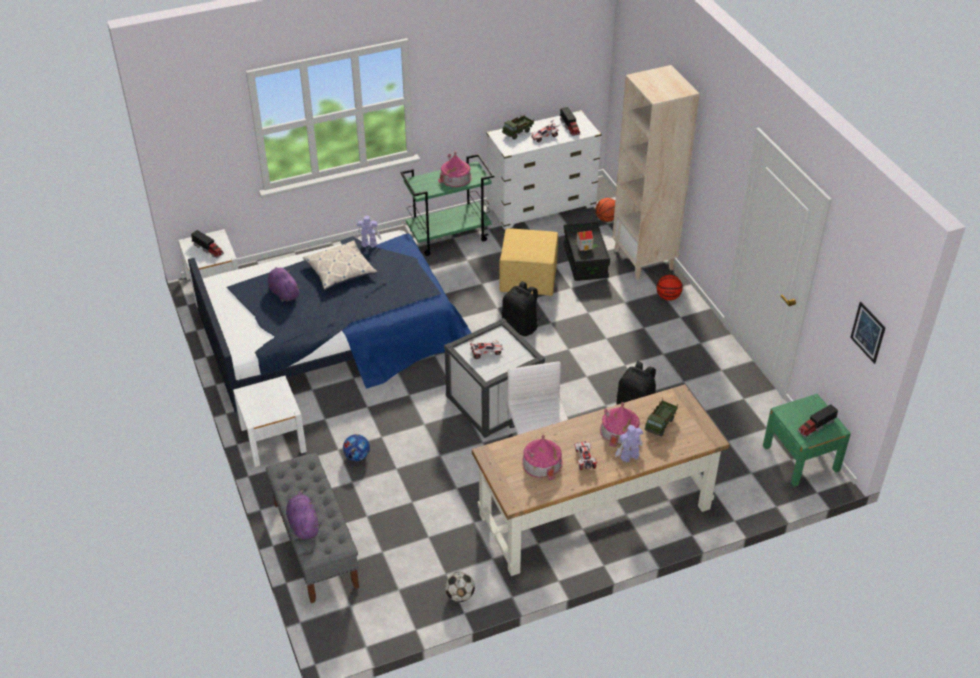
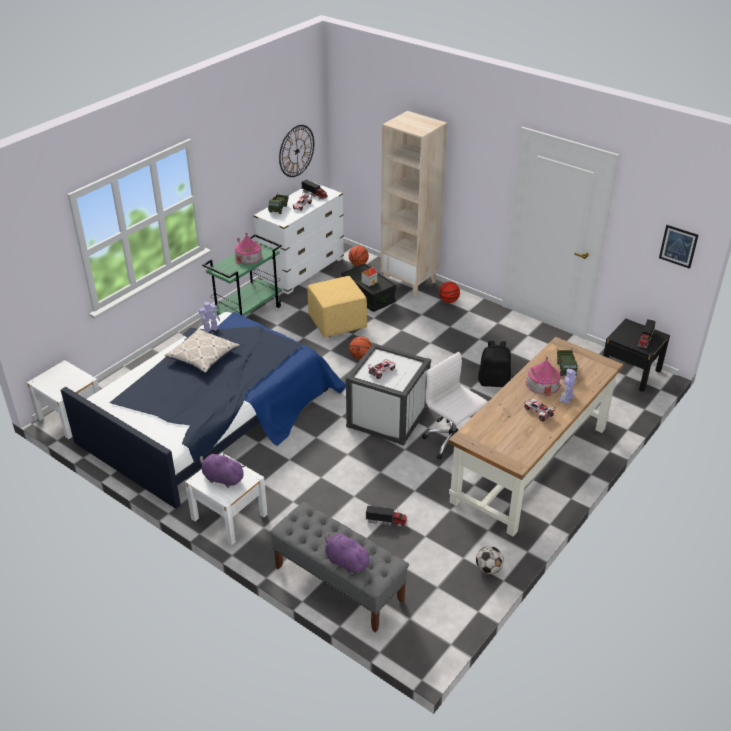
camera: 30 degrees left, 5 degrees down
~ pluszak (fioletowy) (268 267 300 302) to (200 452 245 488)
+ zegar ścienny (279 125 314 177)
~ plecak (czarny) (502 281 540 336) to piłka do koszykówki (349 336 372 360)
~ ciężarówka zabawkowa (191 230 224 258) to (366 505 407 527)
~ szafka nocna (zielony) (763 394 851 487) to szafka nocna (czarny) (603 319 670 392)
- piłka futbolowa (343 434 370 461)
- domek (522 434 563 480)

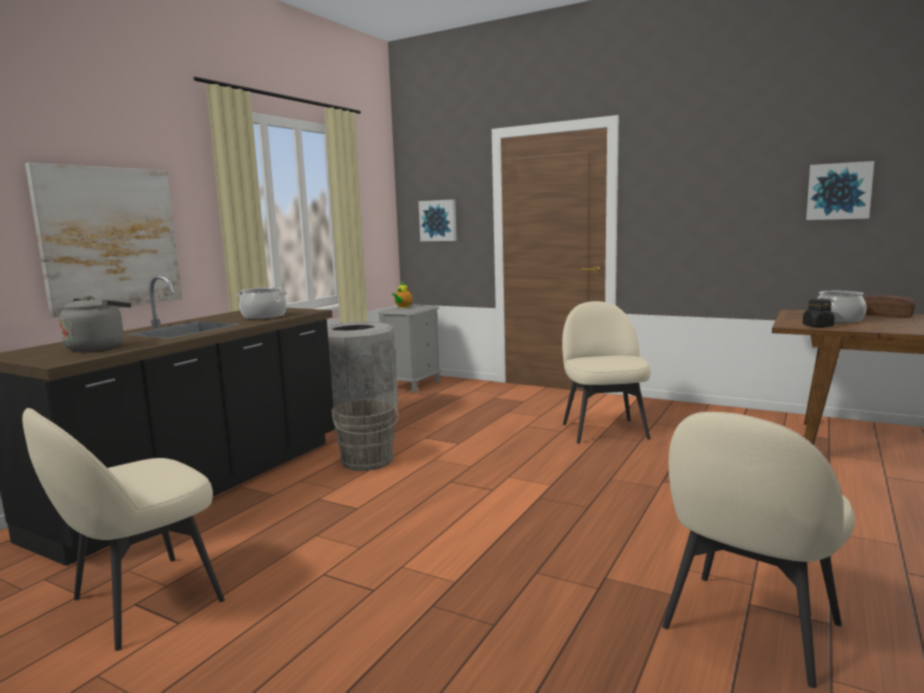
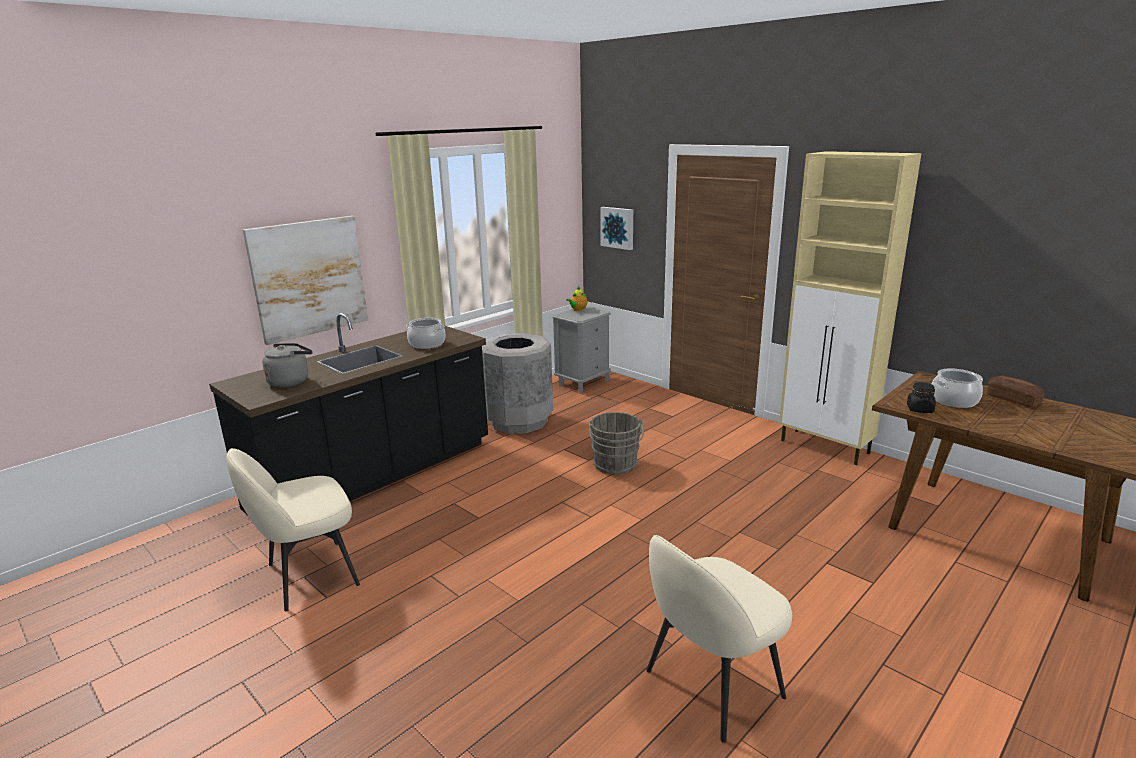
camera: 15 degrees right, 10 degrees up
~ wiadro (szary) (331 399 399 471) to (589 412 644 475)
+ szafka (beżowy) (779 151 922 465)
- krzesło (beżowy) (562 301 651 444)
- obraz (806 161 874 220)

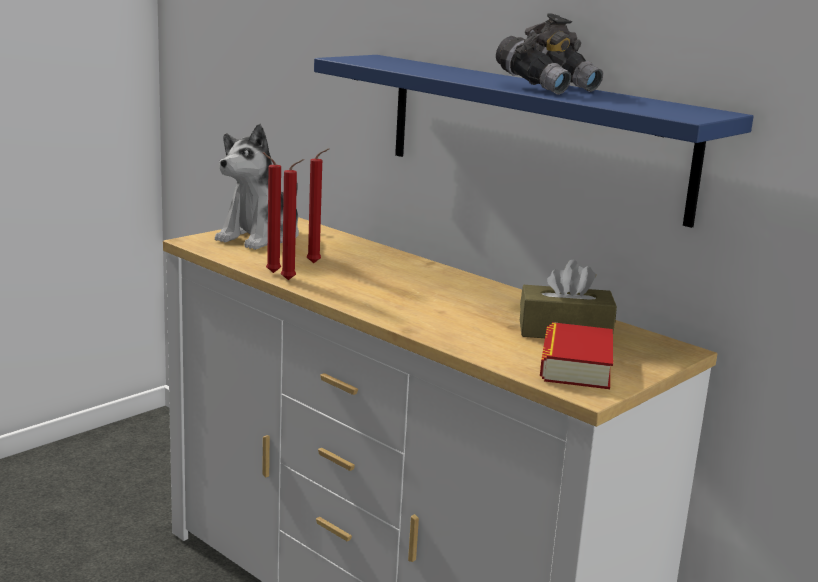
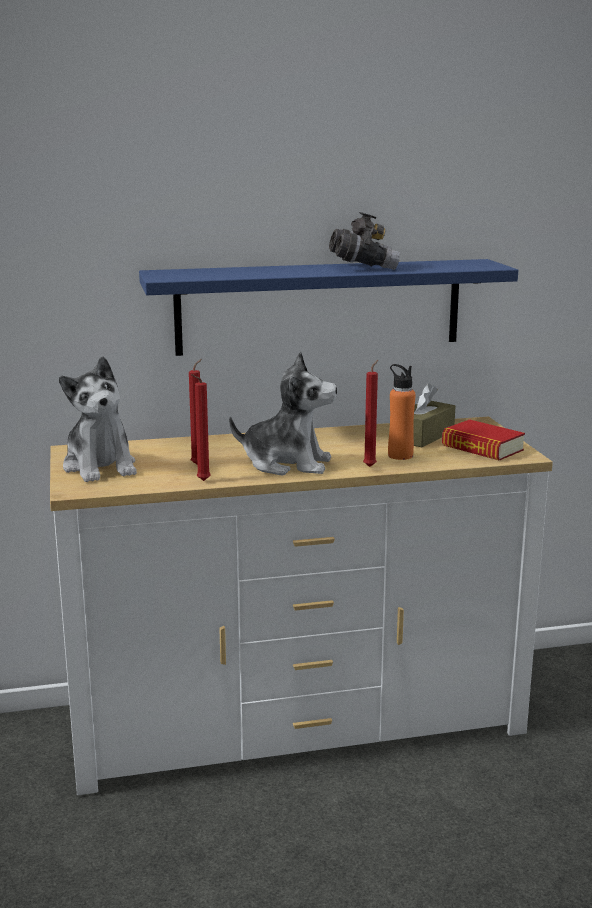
camera: 55 degrees left, 0 degrees up
+ pluszak (229 351 337 475)
~ świeca (czerwony) (281 159 304 280) to (363 360 378 467)
+ butelka (pomarańczowy) (388 364 416 460)

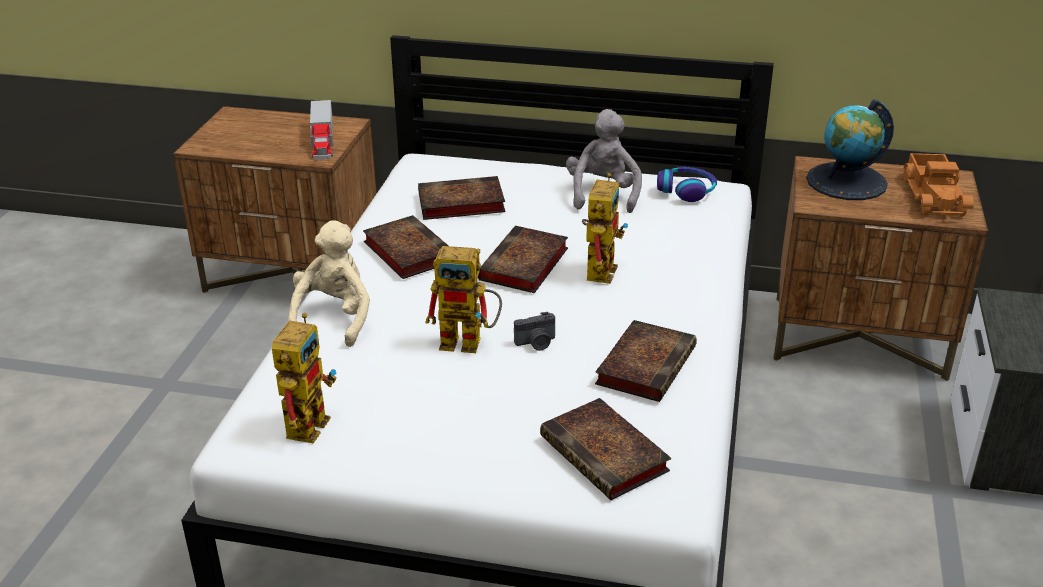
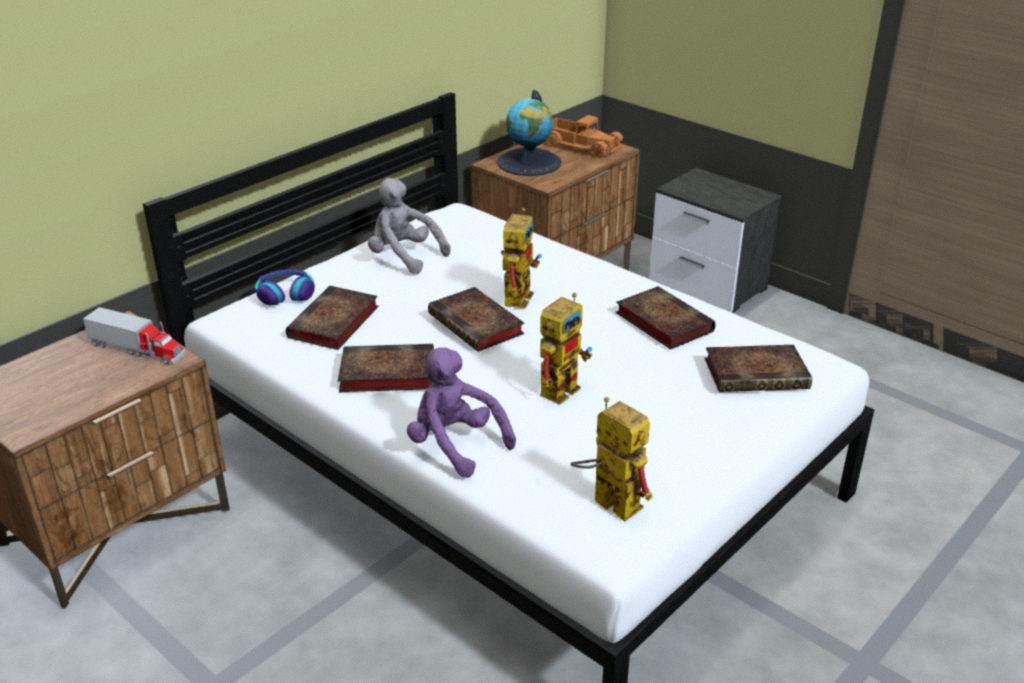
camera: 60 degrees left, 0 degrees up
~ słuchawki (657 167 717 202) to (255 269 315 305)
~ pluszak (beżowy) (287 220 370 347) to pluszak (fioletowy) (407 347 516 478)
~ robot zabawkowy (582 173 628 284) = (501 208 542 309) 60 degrees clockwise
- aparat fotograficzny (514 312 555 351)

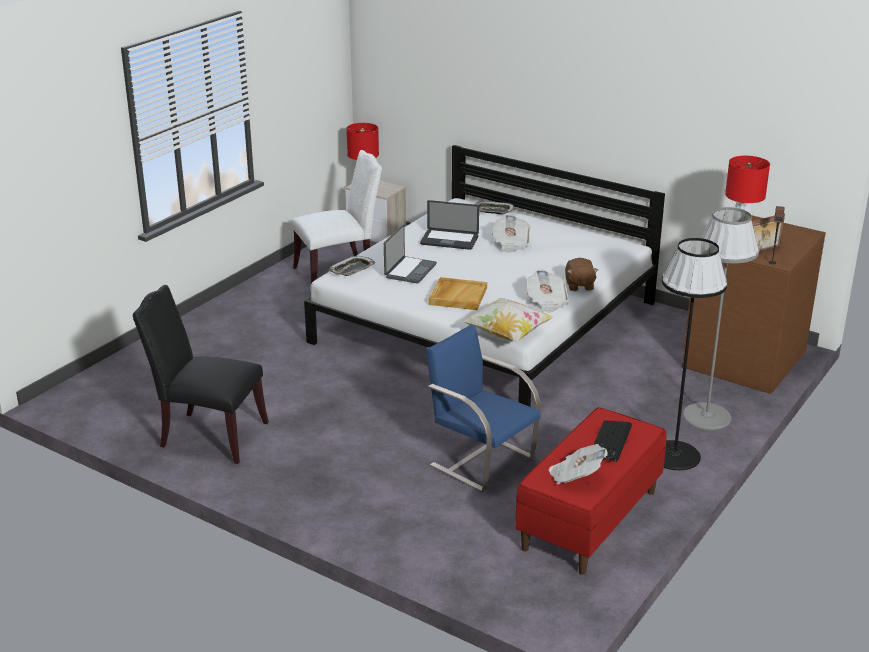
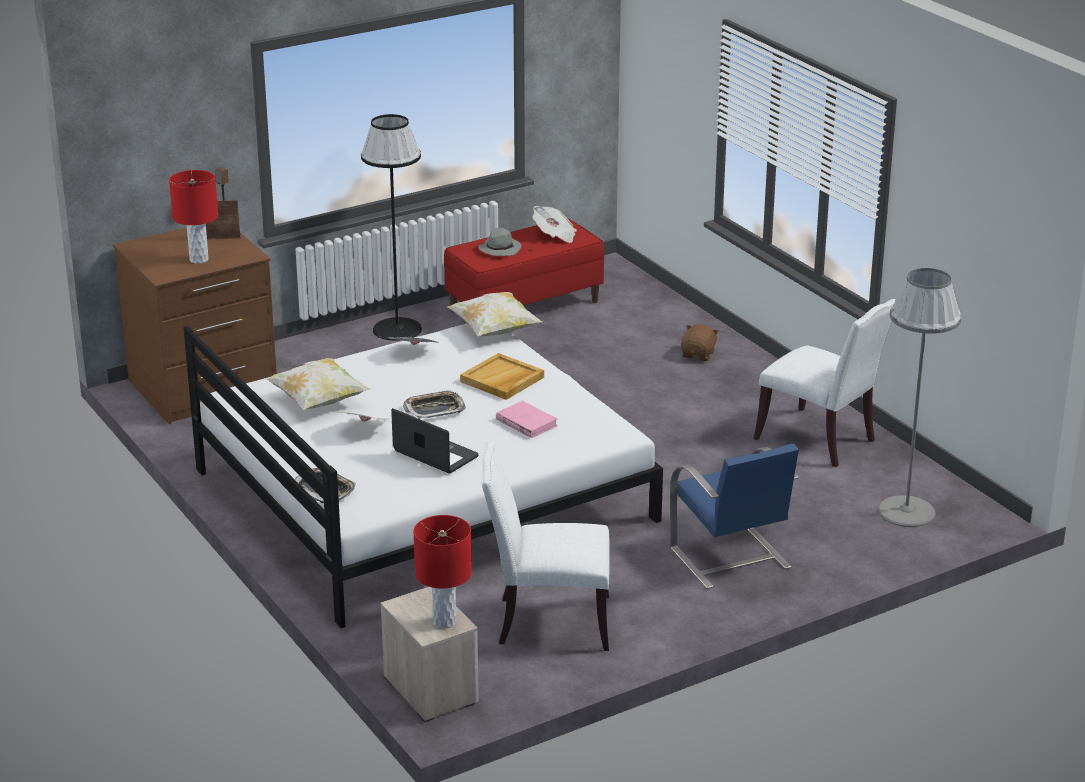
camera: 155 degrees left, 0 degrees up
+ poduszka (266 358 370 410)
~ taca (329 256 375 276) to (403 390 466 419)
~ klawiatura (593 420 632 462) to kapelusz (szary) (478 228 522 256)
~ laptop (384 225 437 284) to książka (różowy) (496 401 558 438)
~ krzesło (niebieski) (426 325 541 492) to (670 444 799 589)
~ pluszak (brązowy) (565 258 598 291) to (681 324 719 361)
~ krzesło (czarny) (133 285 269 464) to krzesło (biały) (753 299 896 467)
~ lampa stojąca (szary) (682 207 759 430) to (878 268 962 527)

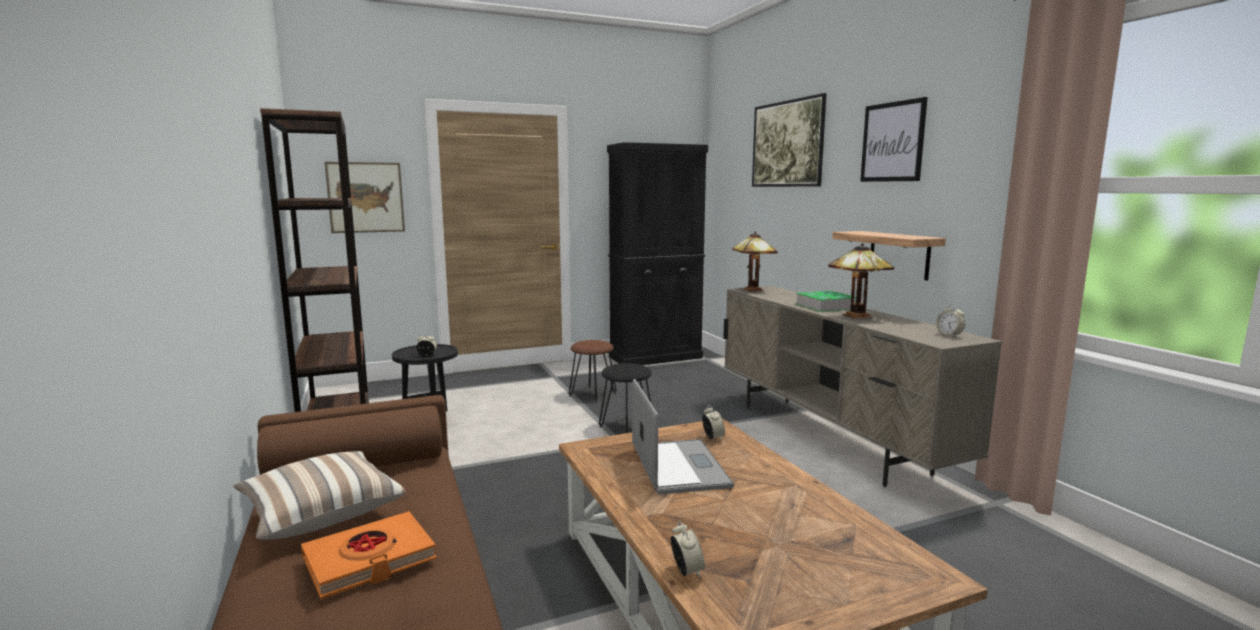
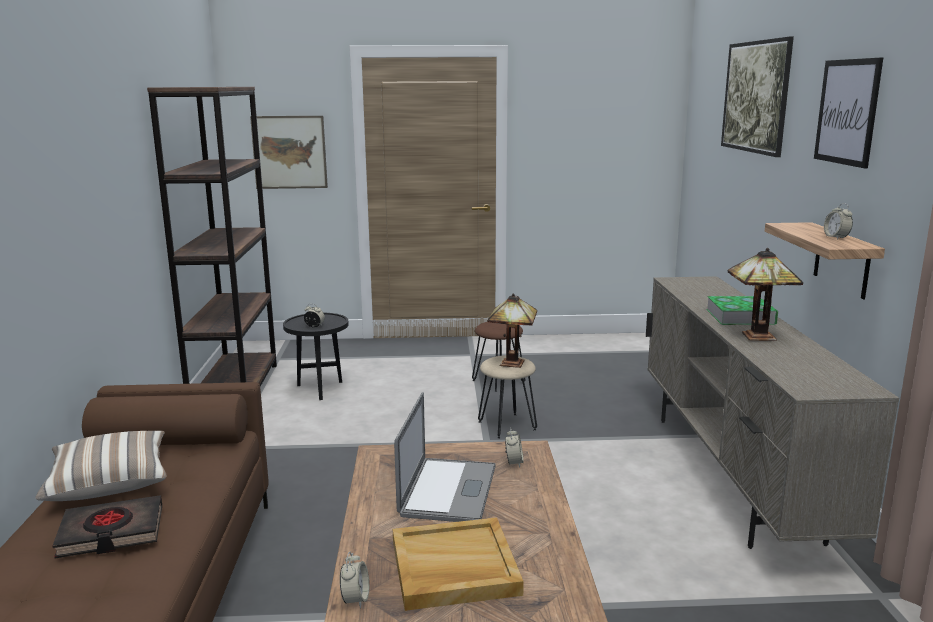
camera: 20 degrees right, 5 degrees up
~ książka (pomarańczowy) (301 511 436 599) to książka (czarny) (53 495 162 559)
+ taca (beżowy) (393 518 524 611)
~ stołek (czarny) (599 363 651 433) to stołek (beżowy) (478 356 537 439)
~ lampa stołowa (732 232 778 291) to (487 293 537 368)
~ budzik (936 304 965 337) to (824 203 853 239)
- szafka (czarny) (607 142 708 365)

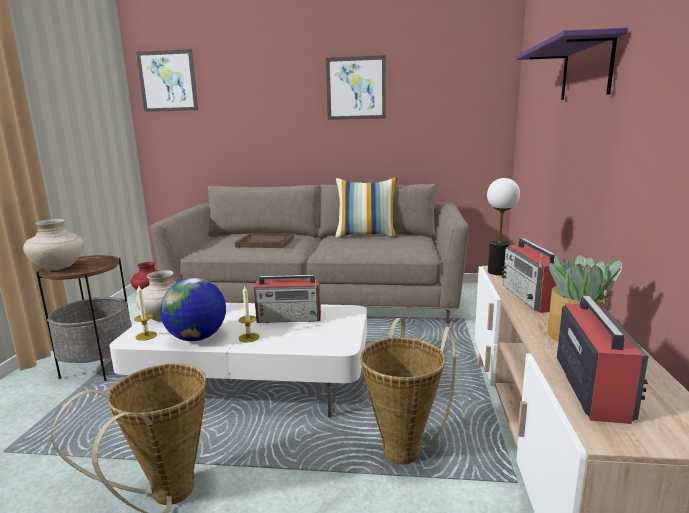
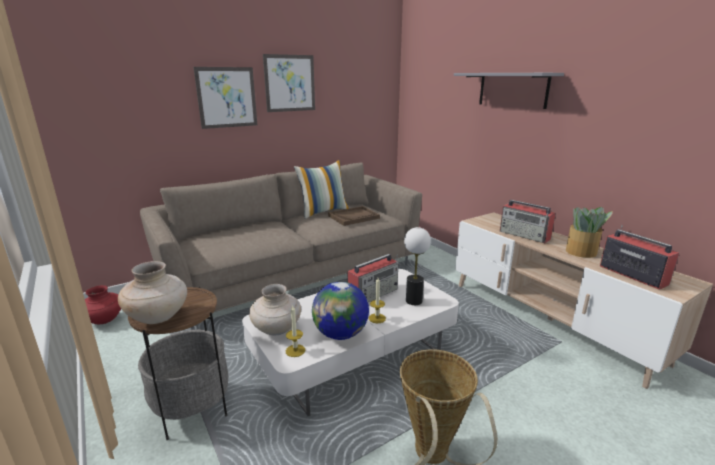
camera: 40 degrees left, 5 degrees up
~ obraz (136 49 198 112) to (193 67 257 129)
~ taca (brązowy) (235 233 294 248) to (328 206 380 226)
~ lampa stołowa (487 178 520 275) to (404 227 431 305)
~ półka (fioletowy) (516 28 628 100) to półka (szary) (454 73 564 109)
- koszyk (360 318 456 465)

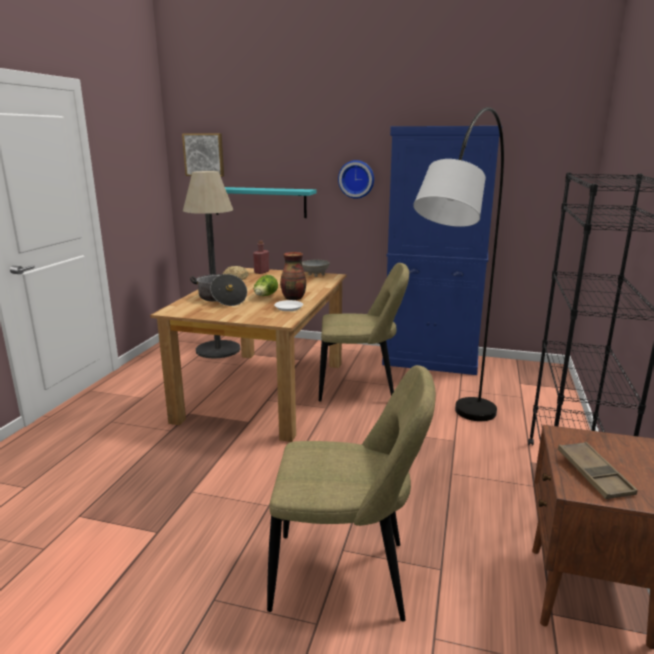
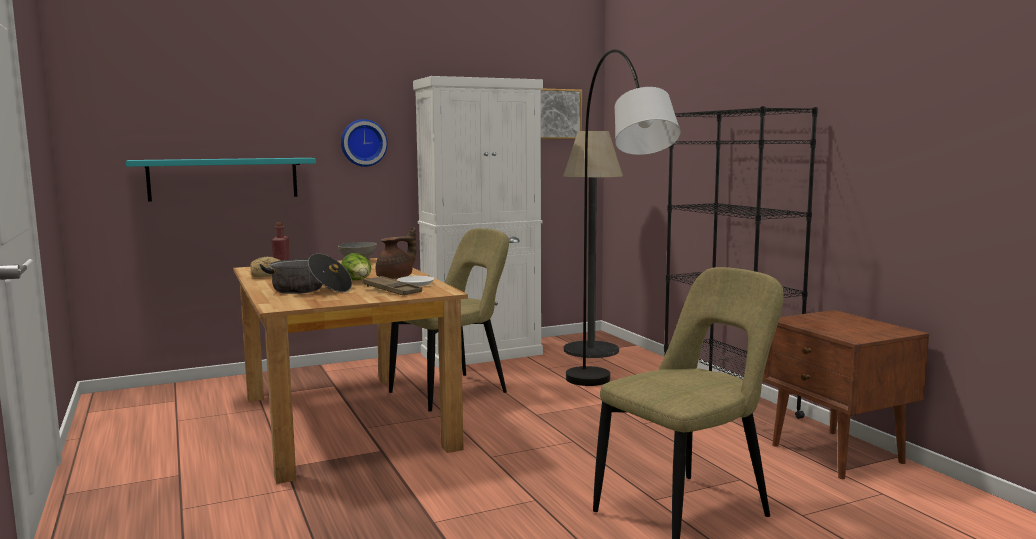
camera: 40 degrees left, 10 degrees down
~ taca (brązowy) (558 442 637 499) to (362 276 422 295)
~ wazon (280 252 306 301) to imbryk (brązowy) (375 227 416 279)
~ szafka (niebieski) (382 126 500 375) to szafka (biały) (413 76 543 368)
~ obraz (182 134 224 177) to (541 88 582 139)
~ lampa stojąca (183 171 240 358) to (563 131 623 358)

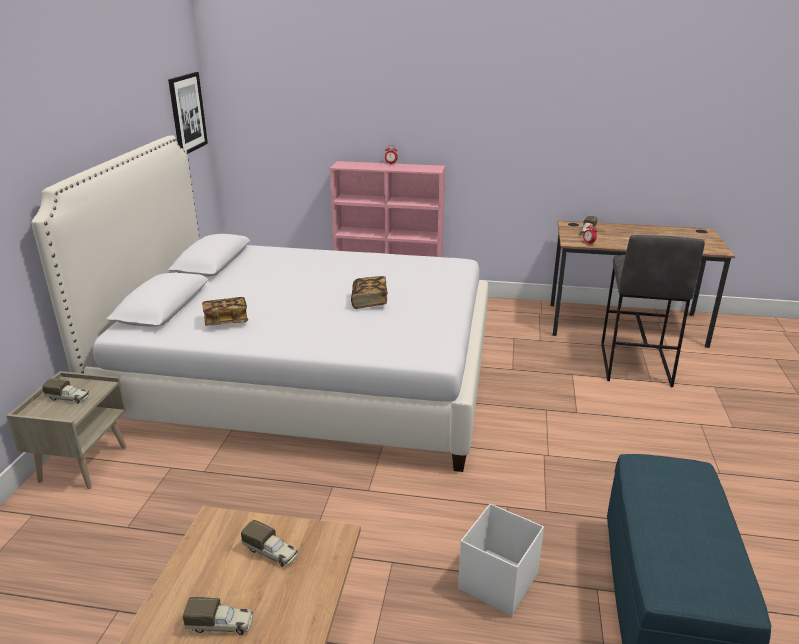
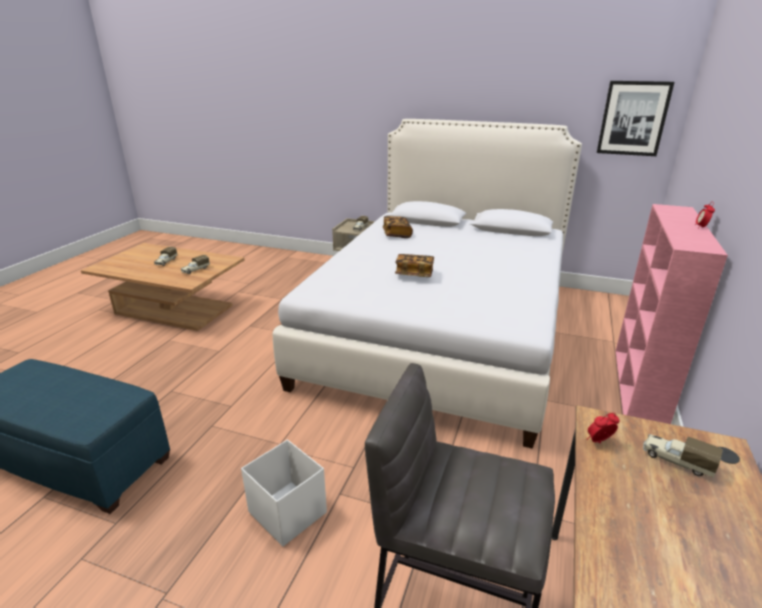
camera: 100 degrees right, 0 degrees up
~ pojemnik do przechowywania (biały) (458 503 544 616) to (241 440 327 547)

